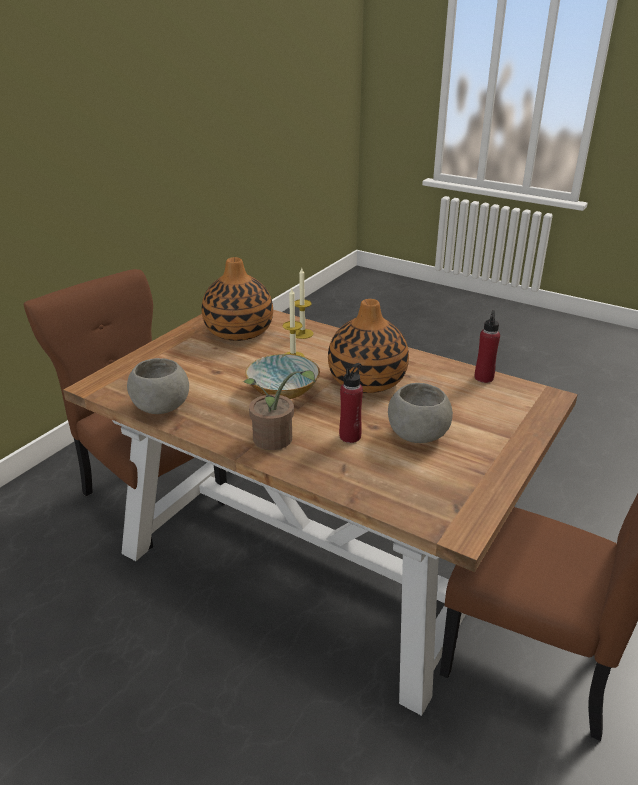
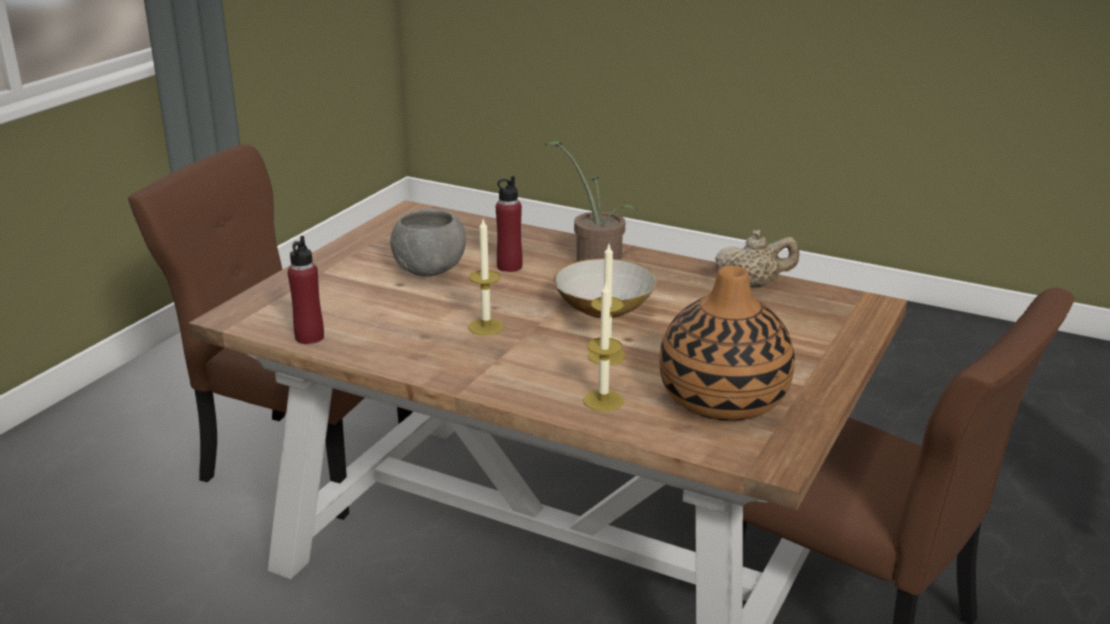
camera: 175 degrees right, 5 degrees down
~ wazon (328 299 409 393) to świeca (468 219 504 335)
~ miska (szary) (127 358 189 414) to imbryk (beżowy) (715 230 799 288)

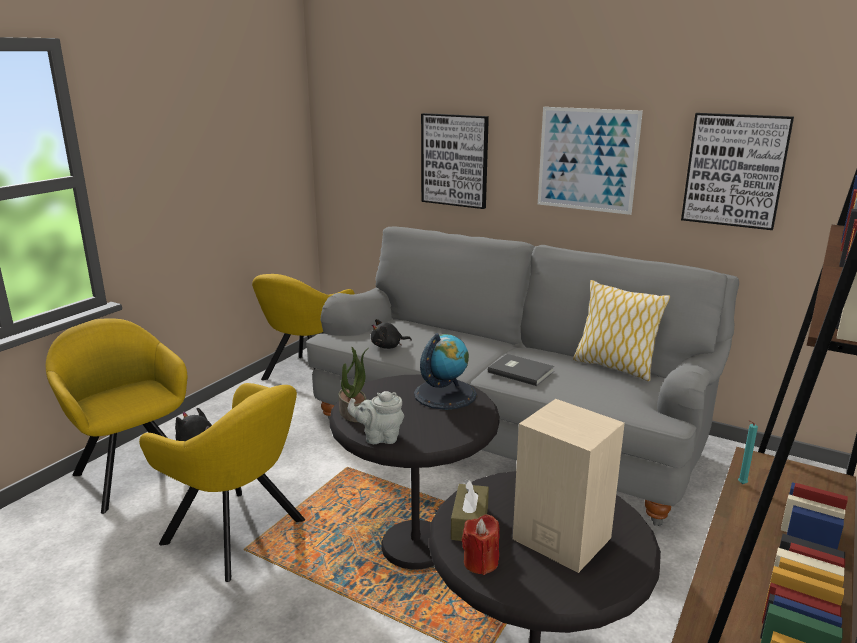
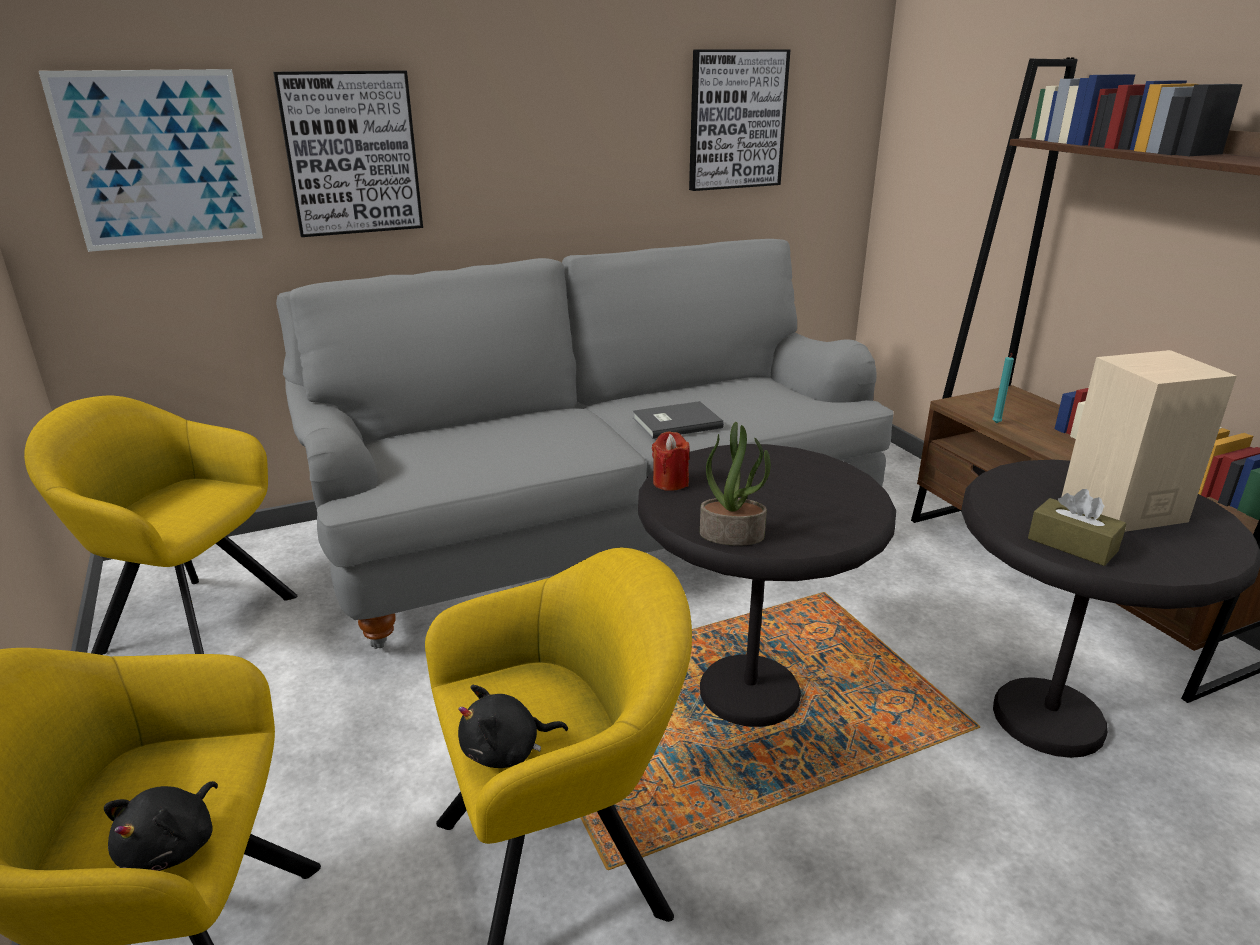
camera: 55 degrees left, 5 degrees up
~ fotel (żółty) (252 274 355 380) = (24 396 297 655) 135 degrees clockwise
~ obraz (538 107 643 215) to (39 69 263 252)
~ pluszak (czarny) (371 319 412 349) to (104 781 218 871)
~ świeca (czerwony) (462 515 500 575) to (652 431 690 491)
- imbryk (szary) (347 391 404 444)
- globus (414 333 477 410)
- poduszka (573 280 670 382)

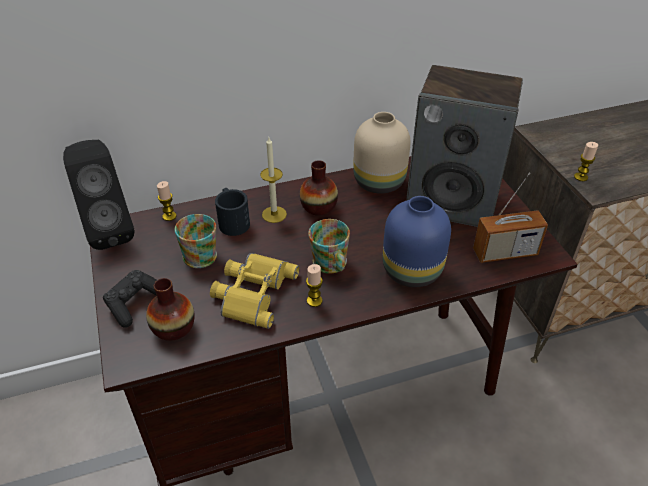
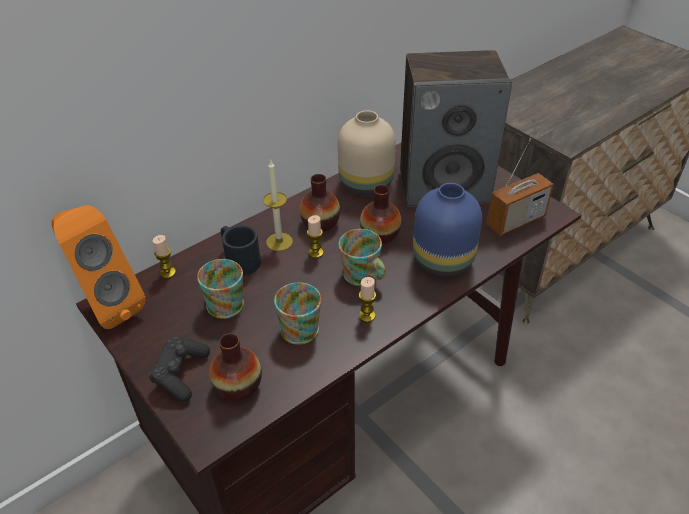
camera: 20 degrees left, 0 degrees up
~ głośnik (czarny) (63 140 135 250) to głośnik (pomarańczowy) (52 205 146 329)
~ lornetka (żółty) (210 253 299 329) to kubek (274 283 321 345)
~ świeca (574 142 598 181) to (307 215 324 258)
+ wazon (360 185 401 244)

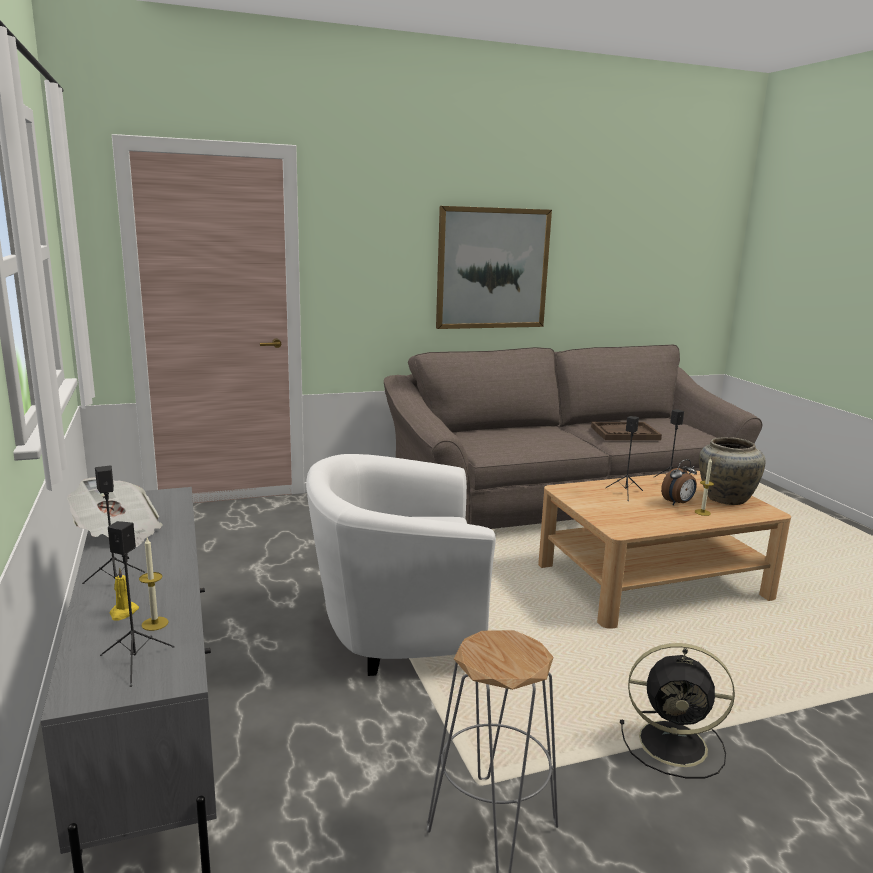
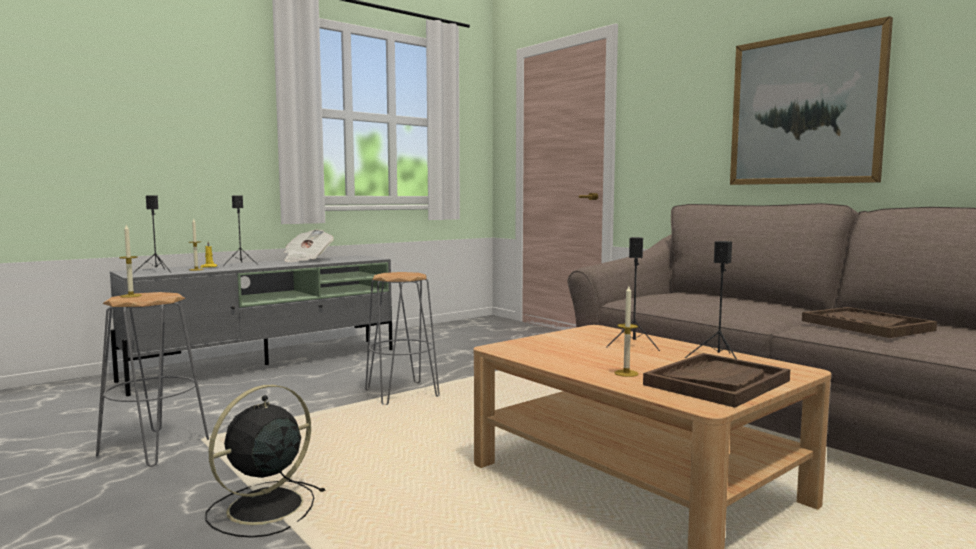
camera: 70 degrees right, 10 degrees down
+ świeca (119 225 142 298)
~ wentylator (czarny) (620 643 735 779) = (205 385 326 538) 45 degrees clockwise
~ fotel (biały) (306 454 496 676) to stołek (szary) (365 272 440 405)
~ wazon (beżowy) (699 437 765 505) to taca (brązowy) (643 353 790 408)
- budzik (661 459 697 505)

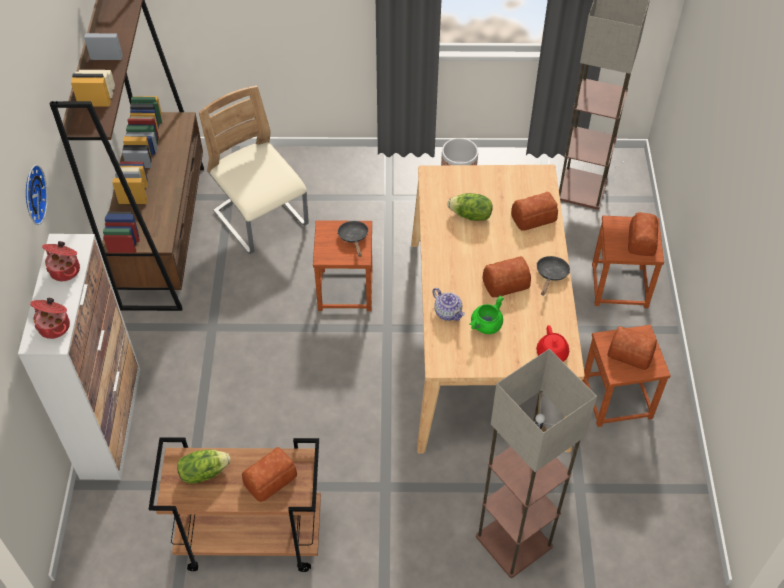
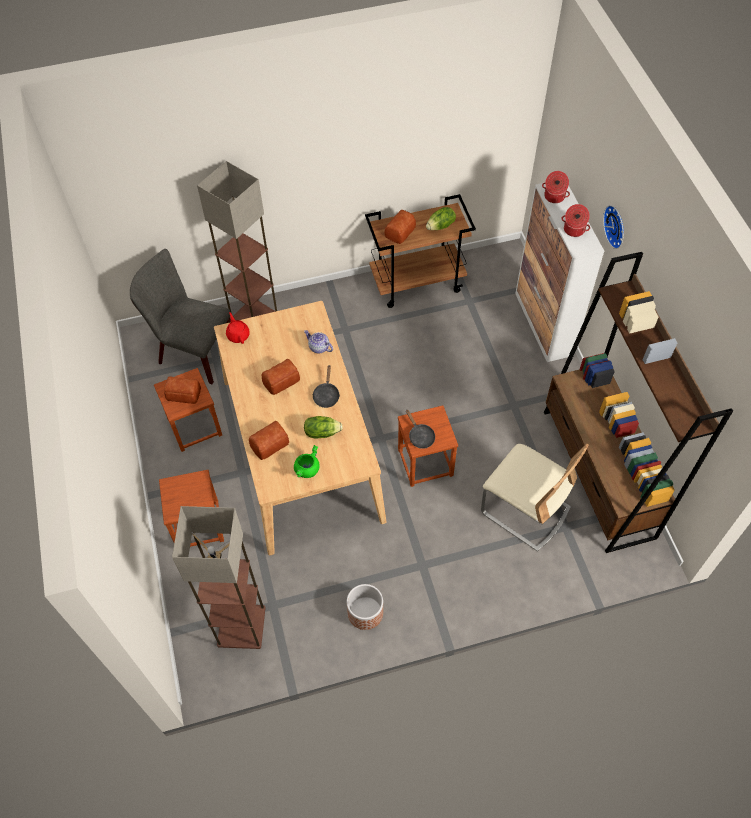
camera: 165 degrees right, 5 degrees up
+ krzesło (szary) (130 249 230 384)
~ garnek (zielony) (469 296 504 334) to (294 445 320 478)
~ patelnia (czarny) (537 256 570 296) to (312 366 340 408)
- chleb (628 212 658 256)

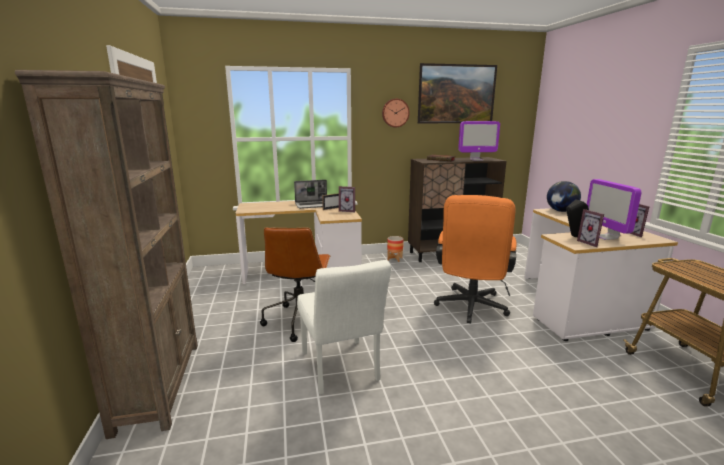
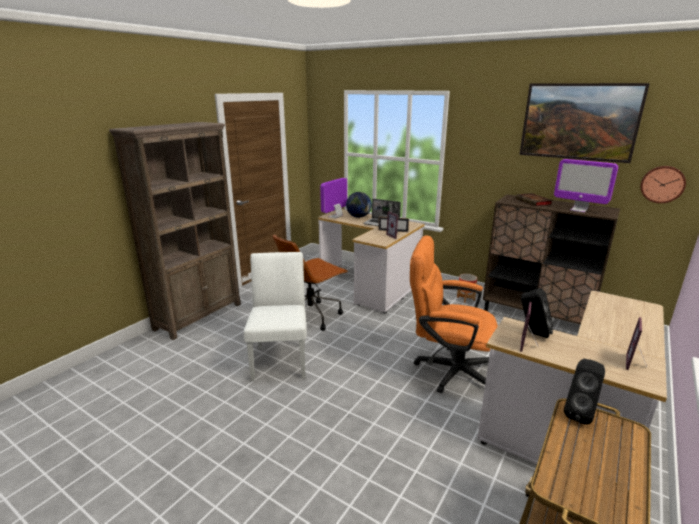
camera: 45 degrees right, 5 degrees up
~ krzesło (biały) (297 260 391 394) = (244 252 307 381) 150 degrees clockwise
~ monitor (587 179 642 240) to (320 178 347 219)
~ globus (547 181 581 212) to (346 192 372 218)
~ krzesło biurowe (pomarańczowy) (434 195 516 324) = (410 235 498 393) 45 degrees clockwise
+ głośnik (czarny) (564 358 605 425)
~ zegar ścienny (382 99 410 127) to (640 166 686 203)

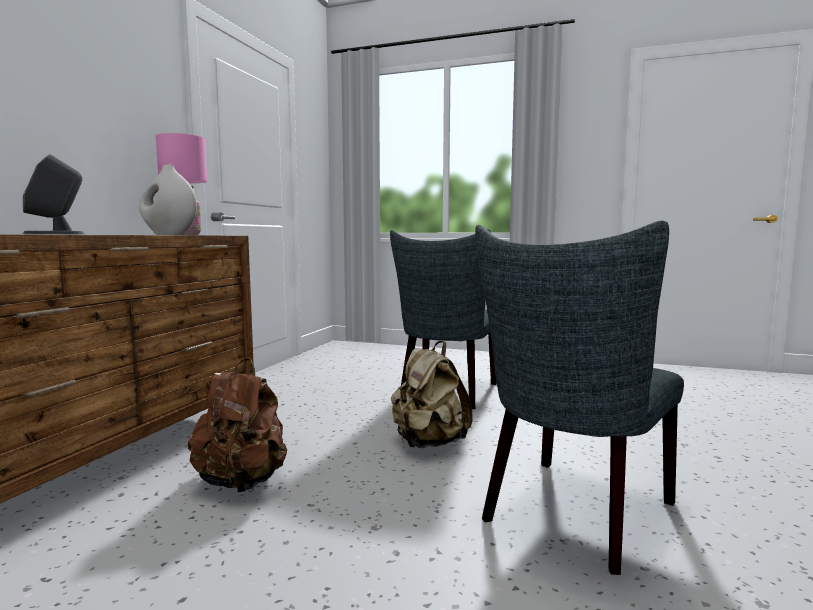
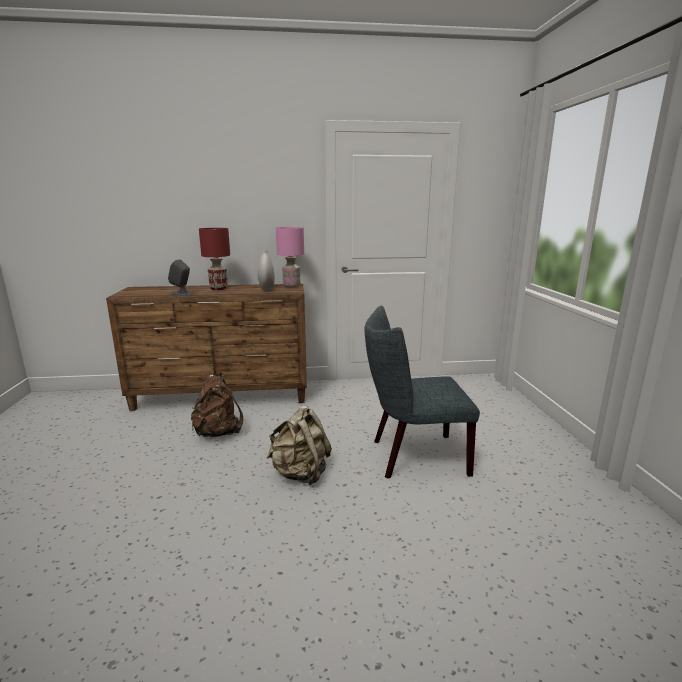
camera: 65 degrees right, 10 degrees up
+ lampa stołowa (czerwony) (199 228 230 290)
- krzesło (szary) (475 221 684 575)

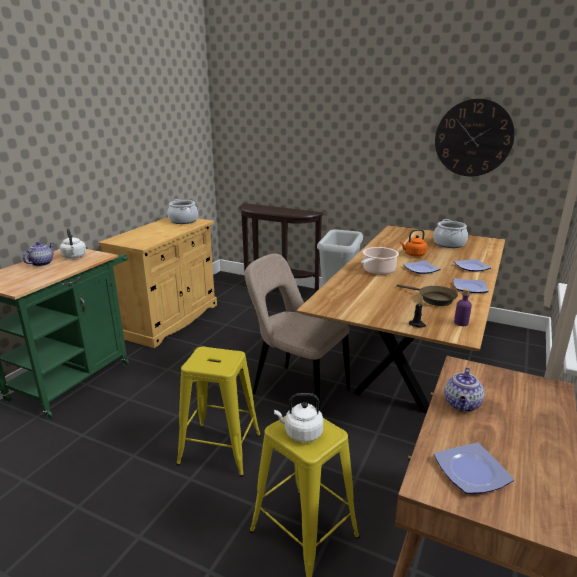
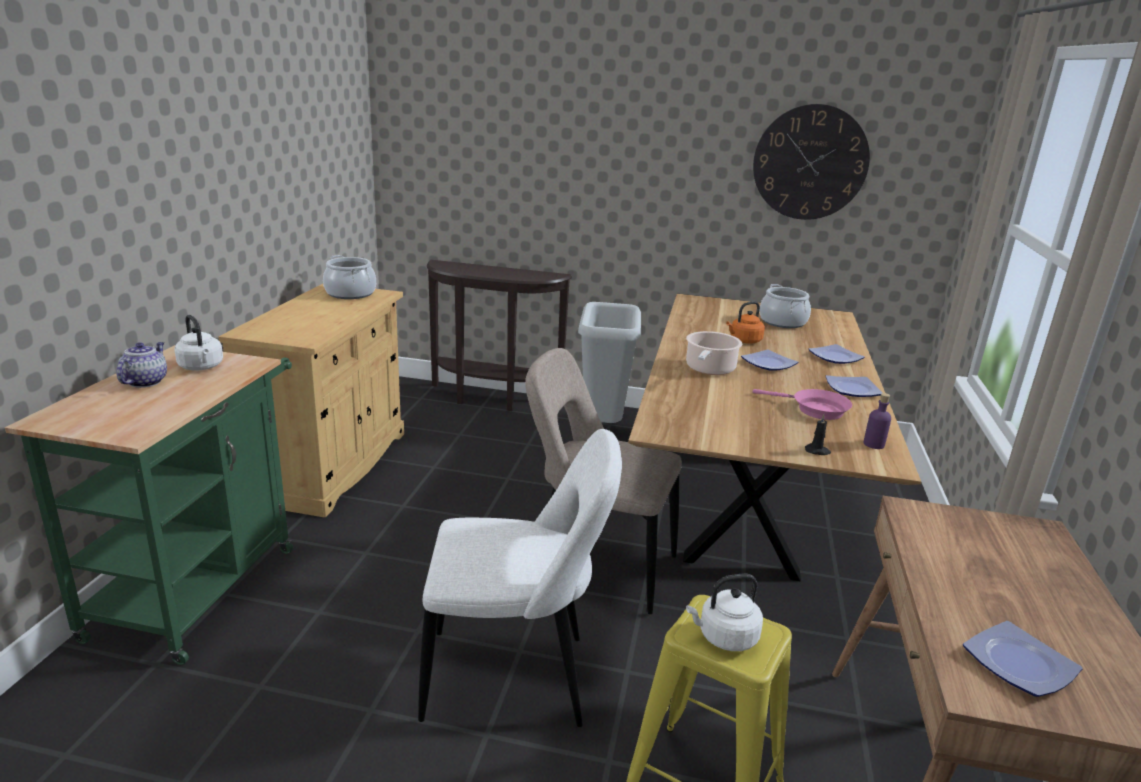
camera: 15 degrees left, 0 degrees up
~ stołek (żółty) (176 347 261 477) to krzesło (biały) (418 429 622 727)
~ patelnia (brązowy) (397 284 458 306) to patelnia (różowy) (753 389 852 420)
- imbryk (444 367 484 412)

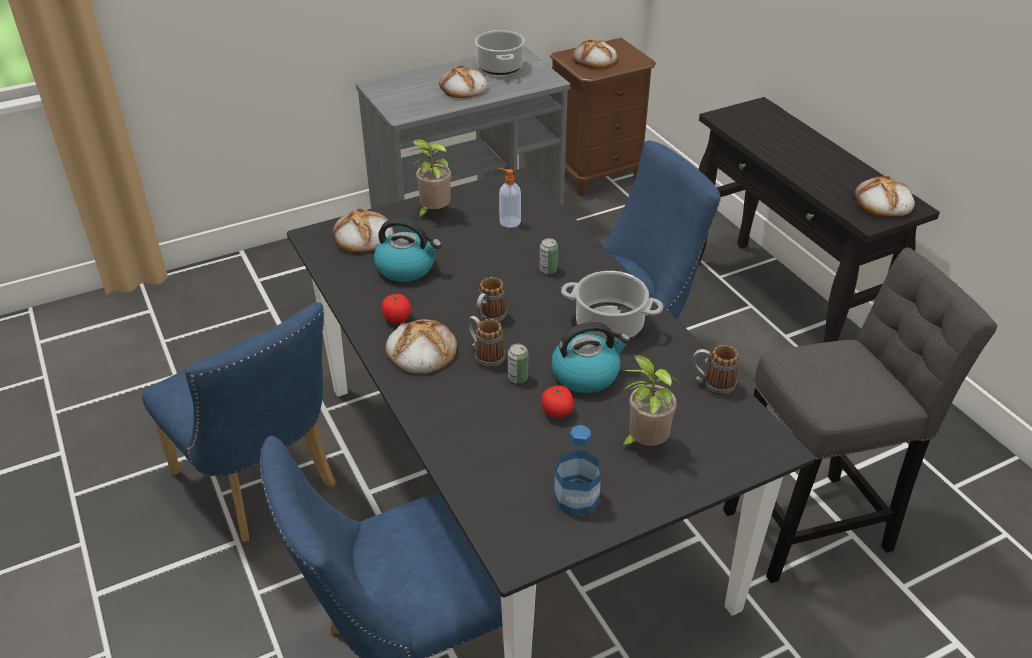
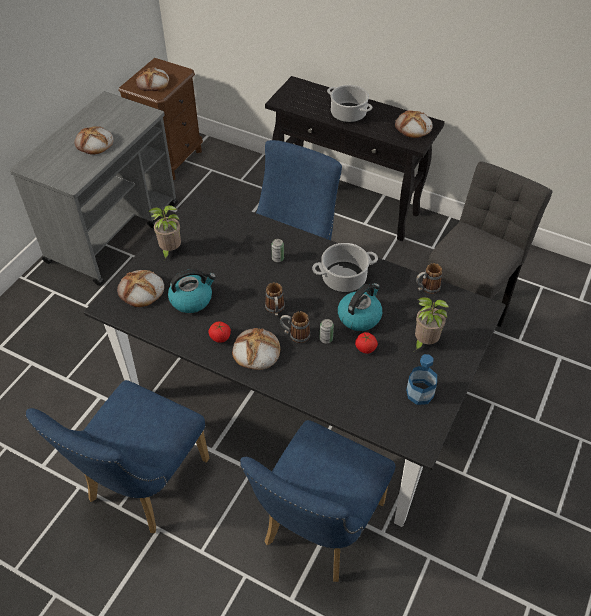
camera: 35 degrees left, 10 degrees up
~ krzesło (niebieski) (142 302 336 542) = (26 380 209 533) 105 degrees clockwise
~ garnek (475 30 525 75) to (327 85 372 123)
- dozownik mydła (498 168 521 228)

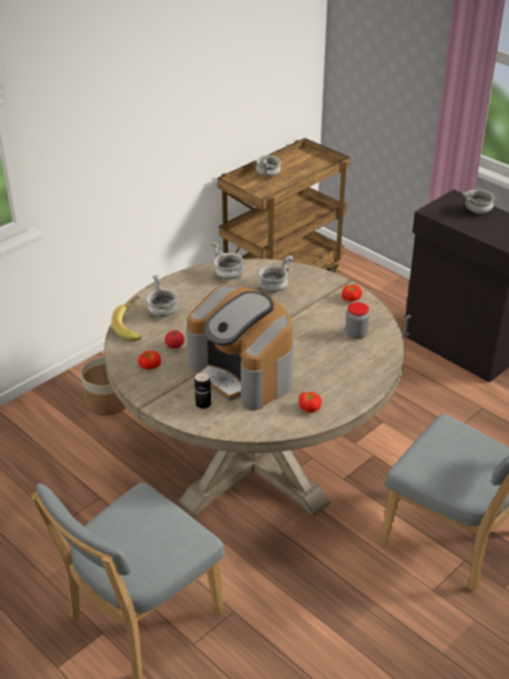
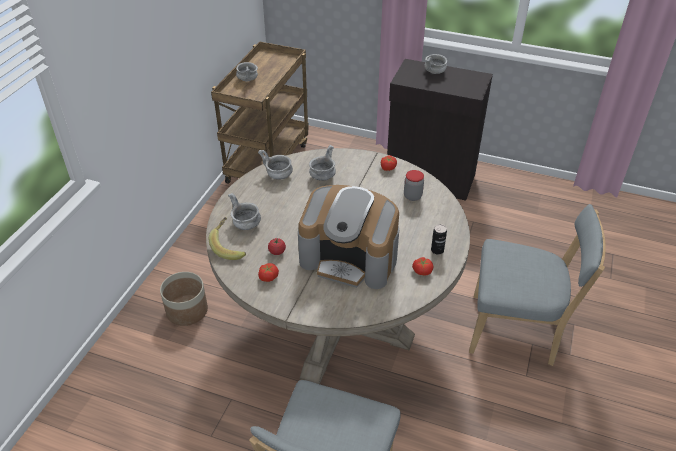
camera: 25 degrees left, 5 degrees up
~ puszka (194 372 211 409) to (431 224 447 255)

